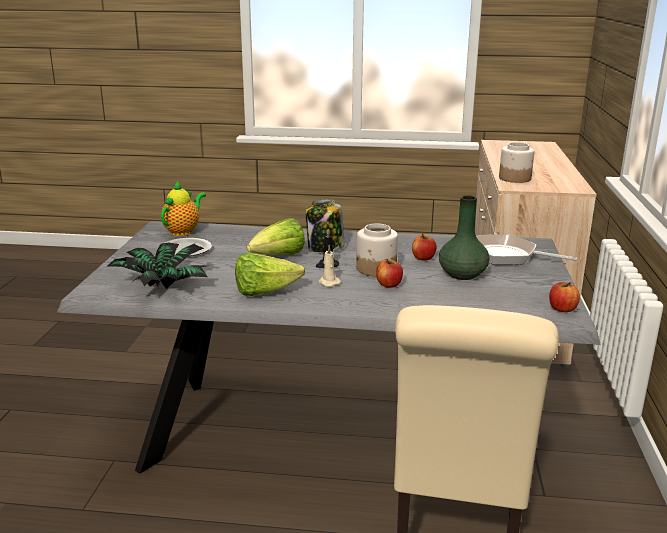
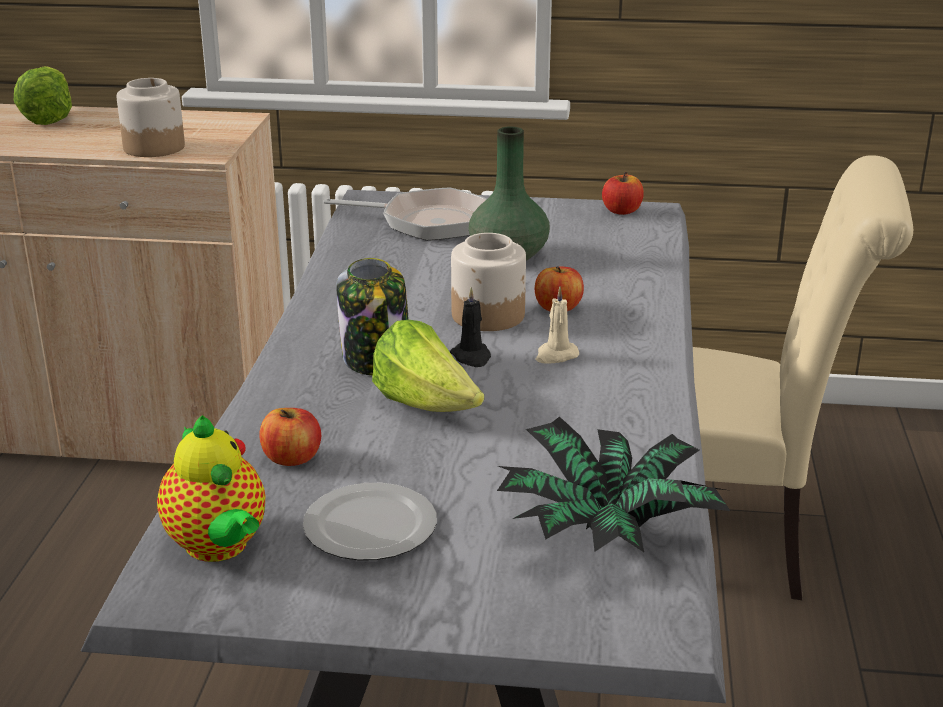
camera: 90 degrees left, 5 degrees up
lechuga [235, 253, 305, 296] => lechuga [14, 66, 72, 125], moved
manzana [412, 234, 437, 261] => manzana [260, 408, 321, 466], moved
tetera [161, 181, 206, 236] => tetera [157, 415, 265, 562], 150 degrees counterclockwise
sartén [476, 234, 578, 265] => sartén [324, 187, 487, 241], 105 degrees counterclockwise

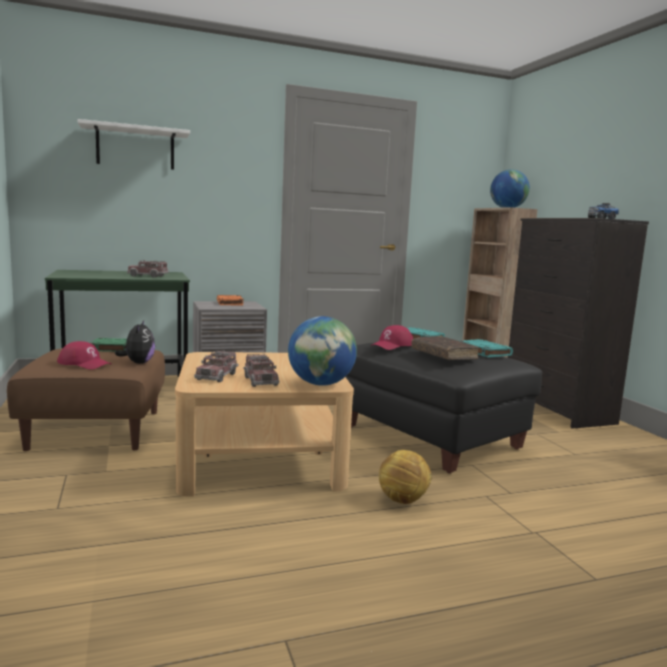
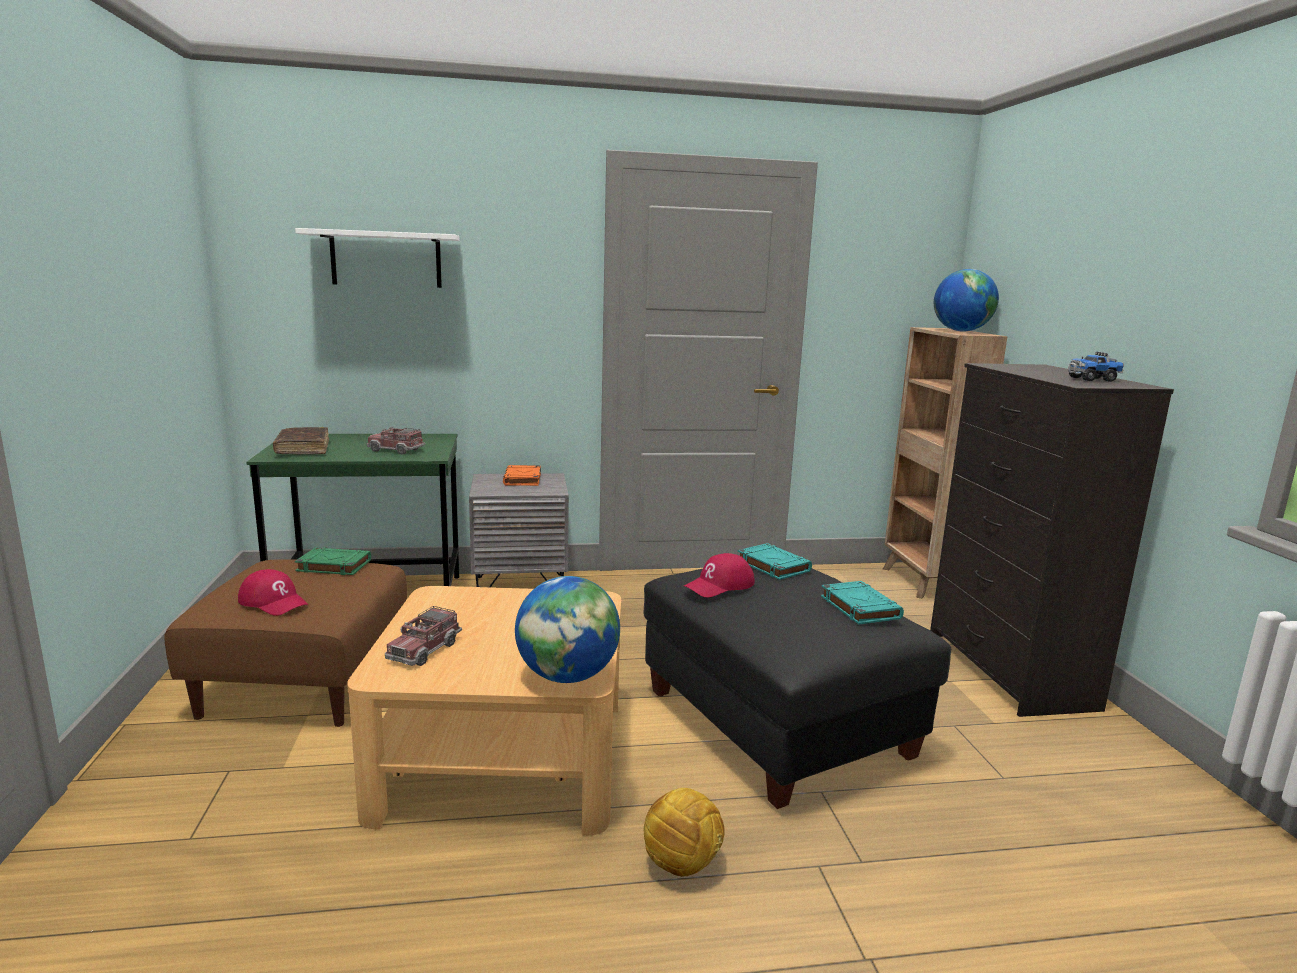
camera: 10 degrees right, 5 degrees up
peluche [115, 320, 155, 364] => nothing
camión de juguete [243, 354, 279, 387] => nothing
libro (marrón) [411, 336, 479, 360] => libro (marrón) [273, 427, 329, 454], moved

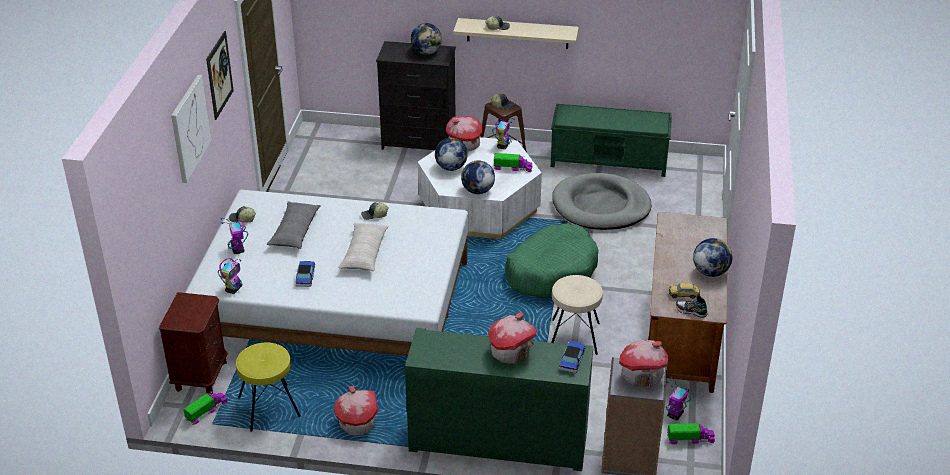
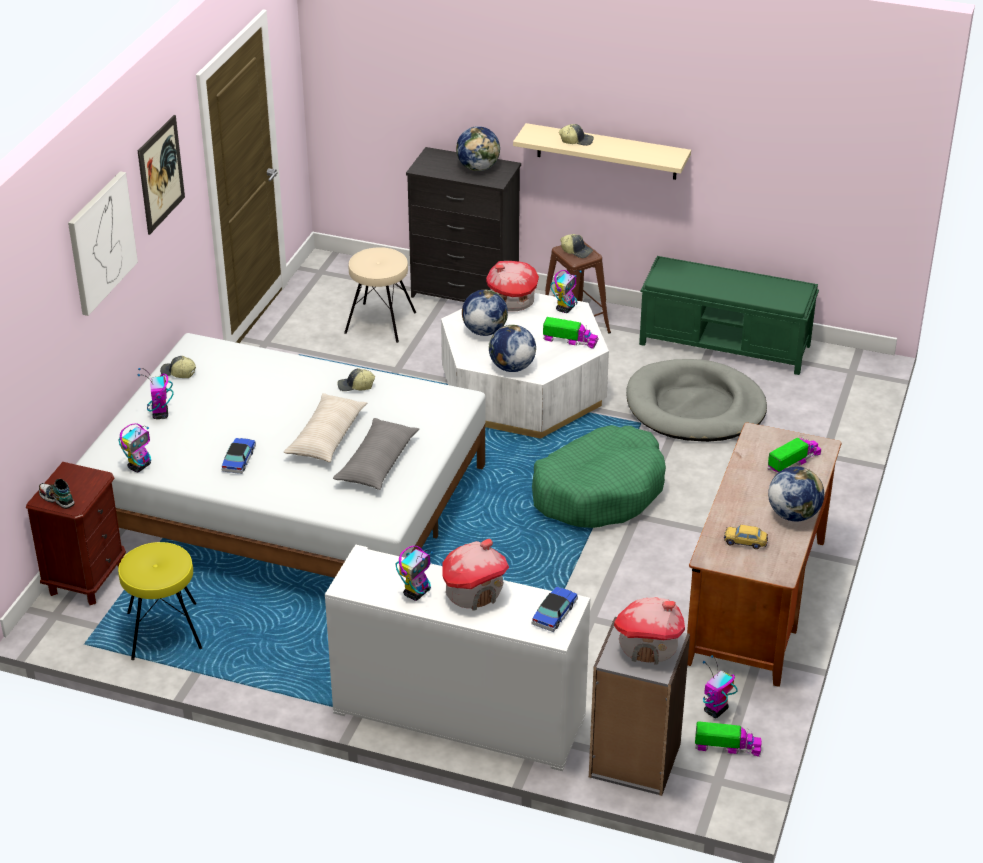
camera: 10 degrees right, 0 degrees up
casita [334, 386, 379, 436] => nothing
nothing => robot de juguete [396, 546, 433, 601]
camión de juguete [183, 392, 228, 425] => camión de juguete [767, 436, 821, 474], moved
cojín (gris) [267, 201, 321, 249] => cojín (gris) [333, 418, 419, 490], moved
taburete (beis) [551, 275, 603, 355] => taburete (beis) [344, 247, 416, 343], moved
zapato [676, 296, 708, 318] => zapato [39, 479, 74, 509], moved
armario (verde) [405, 328, 593, 471] => armario (blanco) [325, 544, 590, 771]

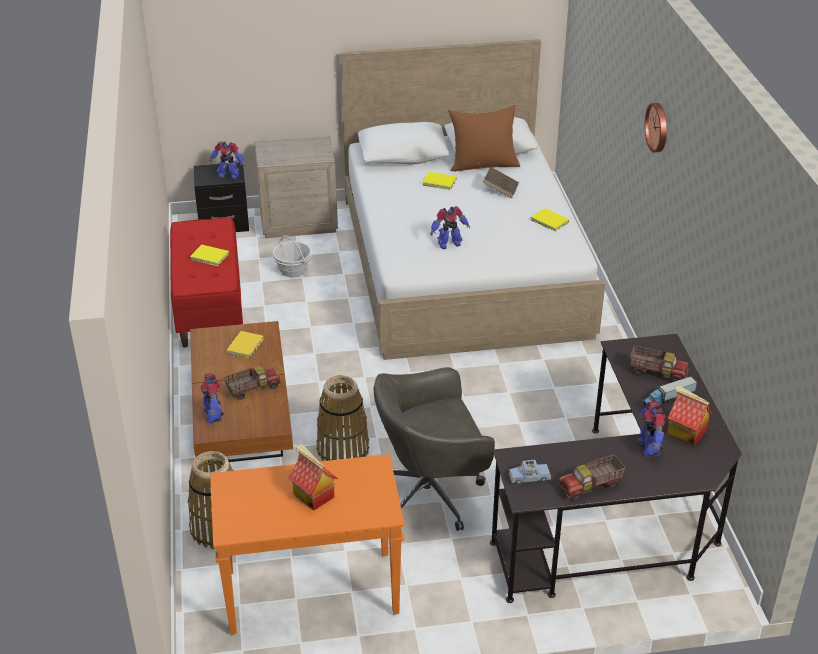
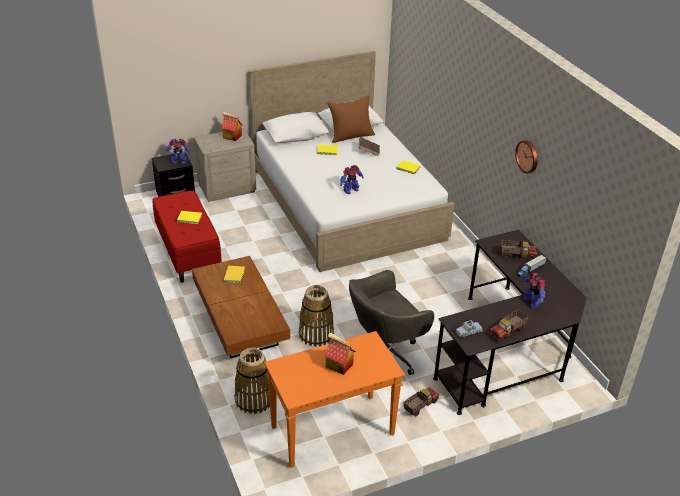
camera: 15 degrees left, 0 degrees up
robot de juguete [201, 373, 224, 423] => nothing
cesta [273, 235, 312, 278] => nothing
camión de juguete [224, 366, 281, 400] => camión de juguete [403, 387, 439, 416], moved
reloj de pared [645, 103, 667, 153] => reloj de pared [515, 140, 538, 173], moved
casita [667, 385, 712, 446] => casita [221, 112, 242, 141], moved

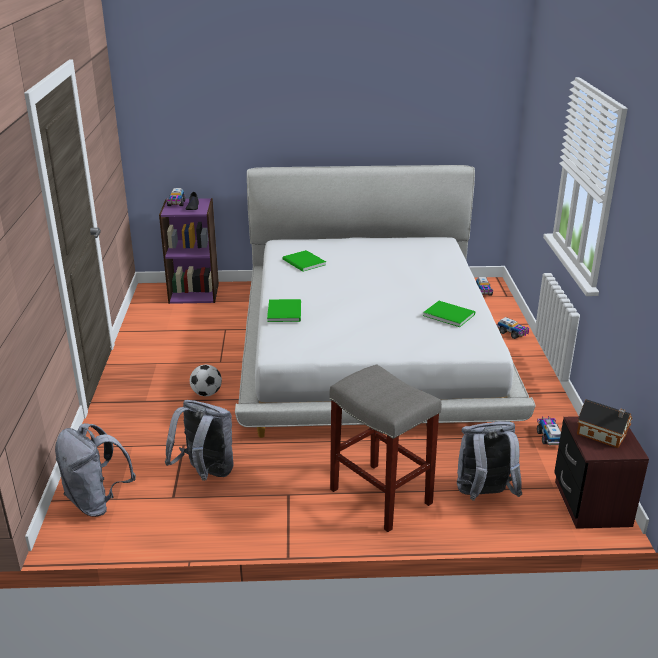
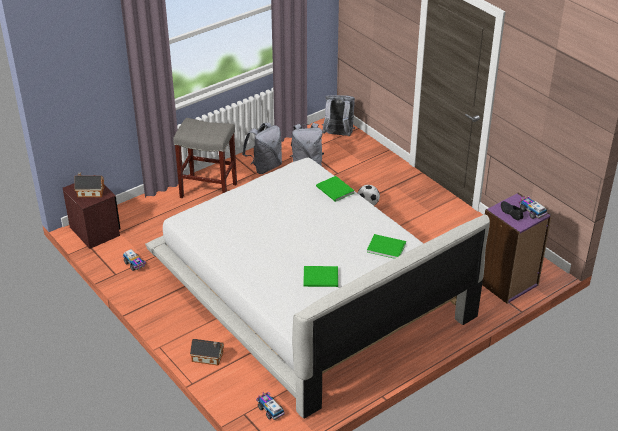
camera: 145 degrees right, 10 degrees up
libro (verde) [423, 301, 475, 327] => libro (verde) [303, 266, 338, 287], moved
mochila (gris) [457, 421, 522, 501] => mochila (gris) [242, 123, 282, 174], moved
camión de juguete [497, 317, 529, 339] => casita [190, 339, 224, 366]

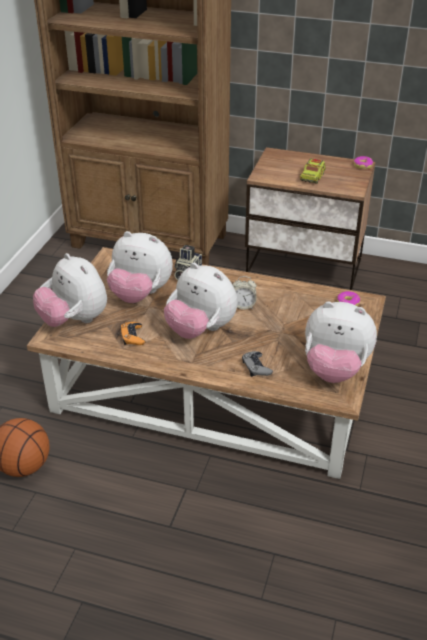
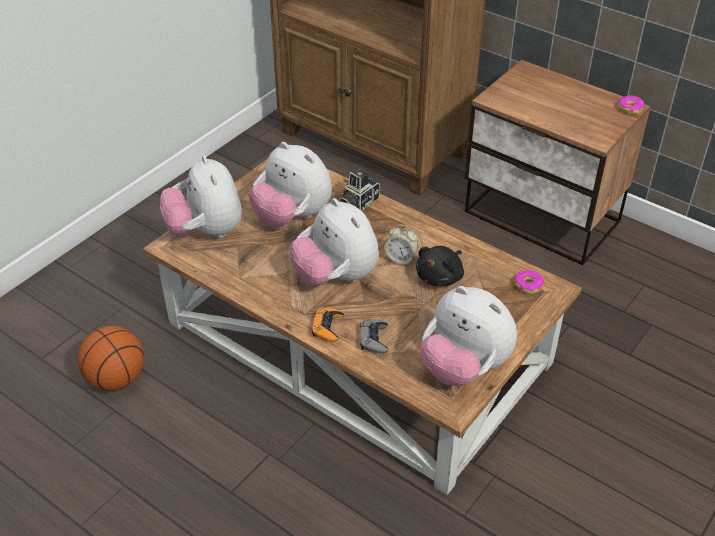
camera: 20 degrees right, 5 degrees up
camión de juguete [300, 158, 326, 184] => nothing
nothing => peluche (negro) [416, 246, 464, 286]
mando de consola (naranja) [120, 322, 146, 345] => mando de consola (naranja) [312, 307, 344, 342], moved

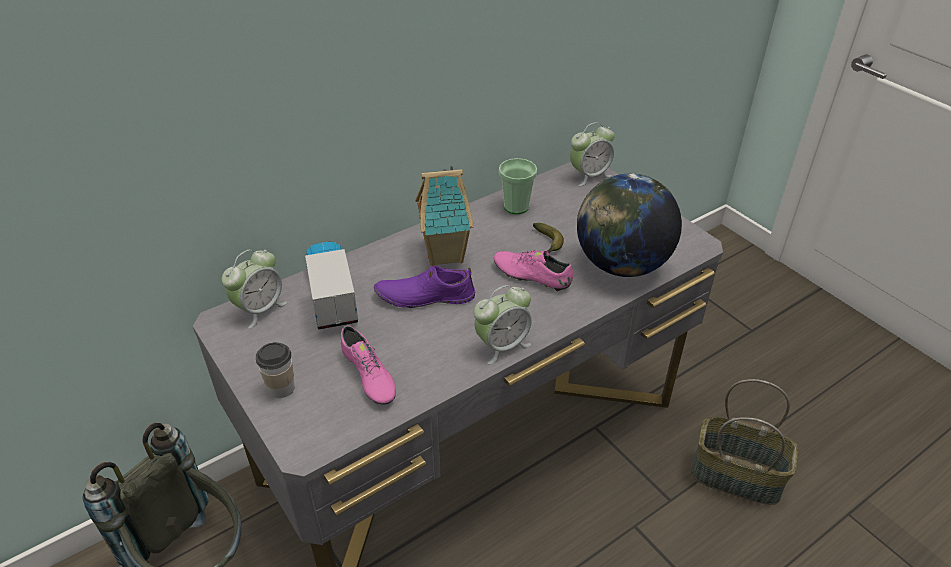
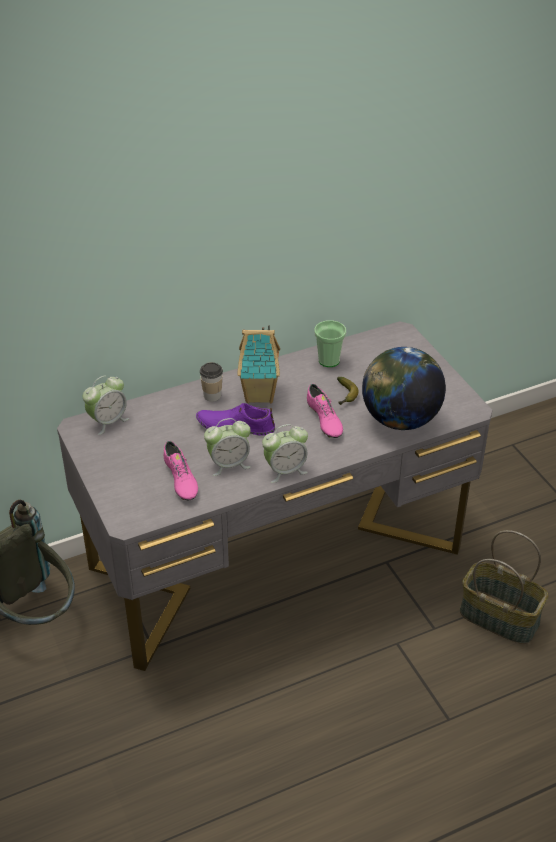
camera: 10 degrees right, 0 degrees up
camión de juguete [305, 242, 358, 330] => nothing
taza [256, 342, 295, 398] => taza [200, 362, 223, 401], moved
despertador [570, 122, 615, 186] => despertador [204, 418, 251, 476], moved
zapato (rosa) [494, 250, 573, 291] => zapato (rosa) [307, 383, 343, 438], 150 degrees counterclockwise

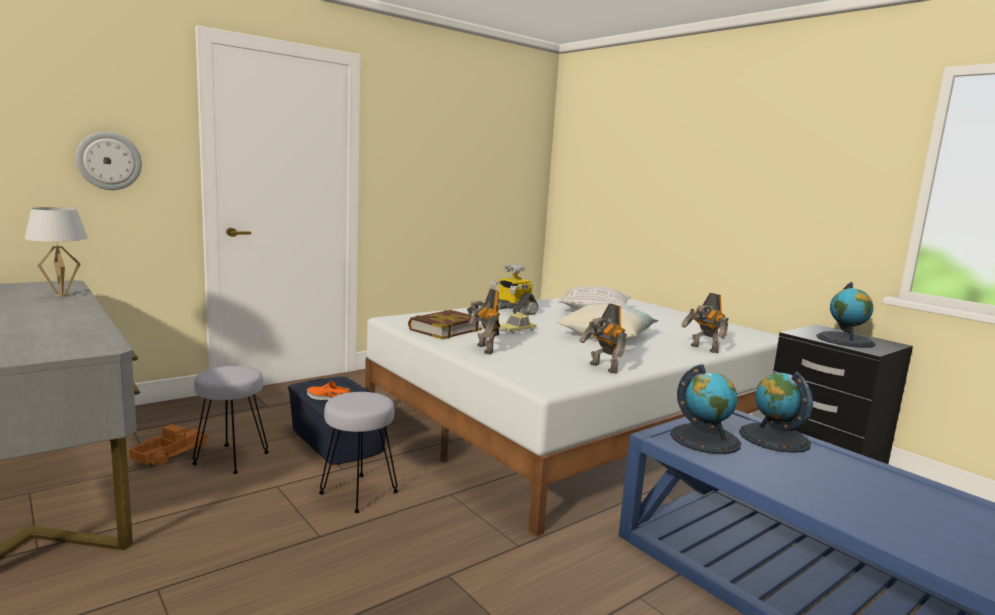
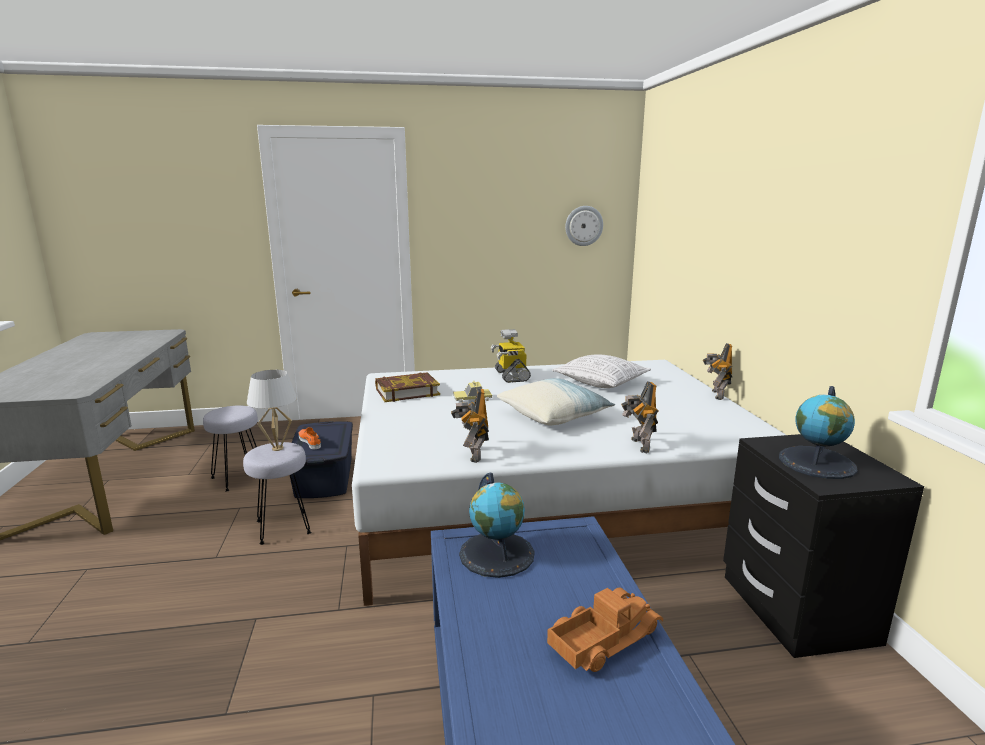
camera: 30 degrees right, 5 degrees up
globo terráqueo [739, 372, 813, 453] => nothing
lámpara de mesa (blanco) [24, 207, 88, 297] => lámpara de mesa (blanco) [247, 370, 297, 451], moved
reloj de pared [76, 132, 142, 190] => reloj de pared [565, 206, 603, 246], moved
camión de juguete [129, 424, 209, 466] => camión de juguete [547, 587, 663, 672], moved
robot de juguete [467, 288, 500, 354] => robot de juguete [703, 343, 732, 400], moved

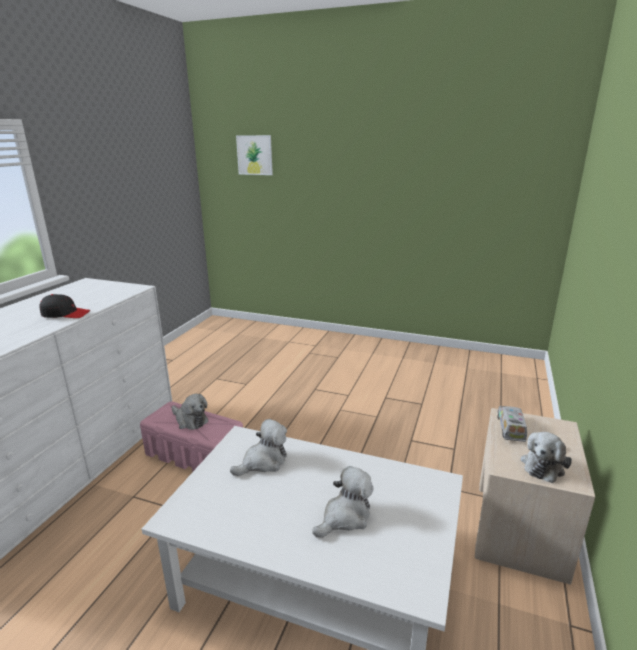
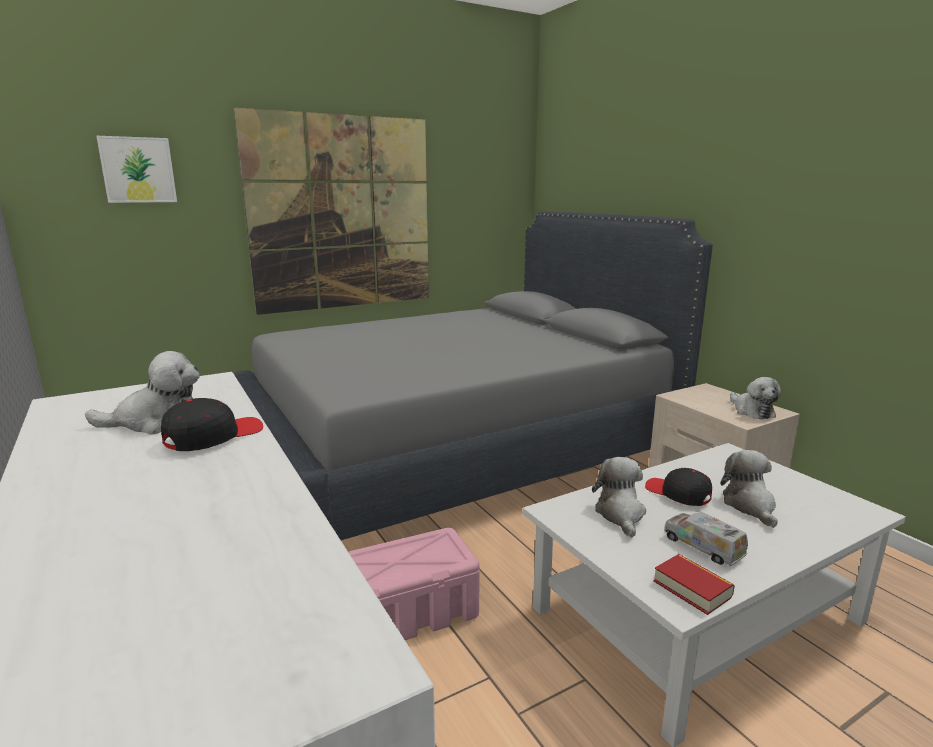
camera: 50 degrees left, 5 degrees down
nothing => cuadro [234, 108, 429, 315]
nothing => cama (gris) [234, 211, 713, 540]
nothing => gorra (negro) [645, 468, 712, 506]
nothing => libro [654, 554, 735, 615]
peluche [172, 394, 209, 430] => peluche [85, 351, 200, 435], moved
camión de juguete [498, 406, 527, 442] => camión de juguete [664, 512, 748, 566], moved

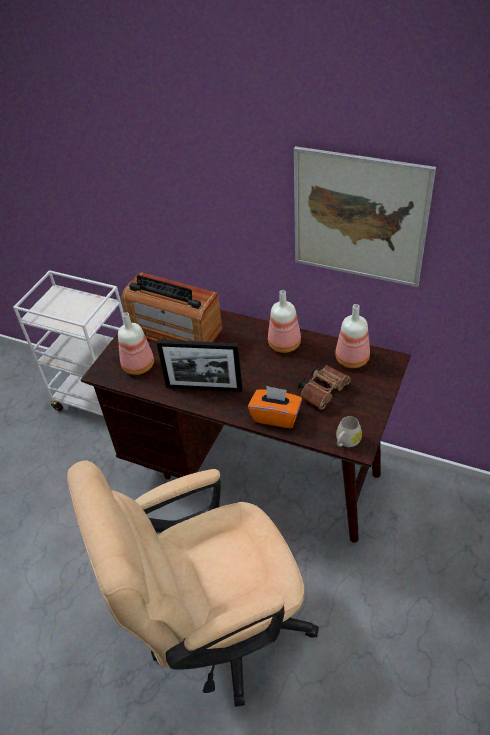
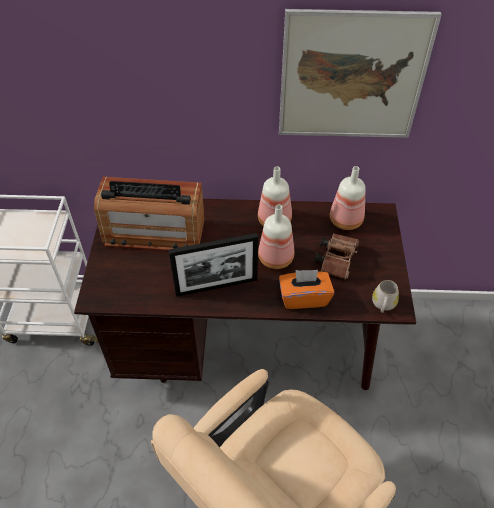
camera: 25 degrees left, 5 degrees up
botella [118, 312, 154, 375] => botella [258, 204, 294, 269], moved

